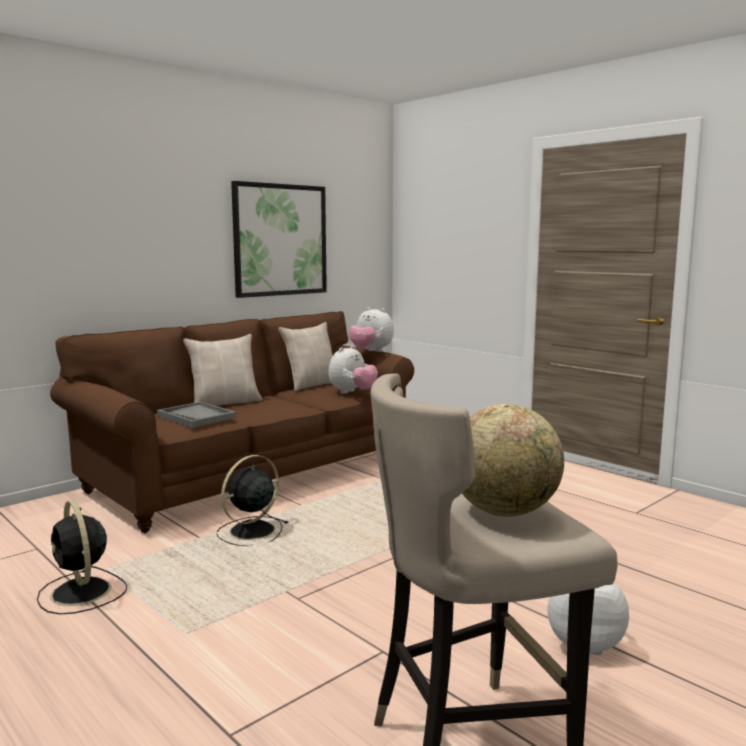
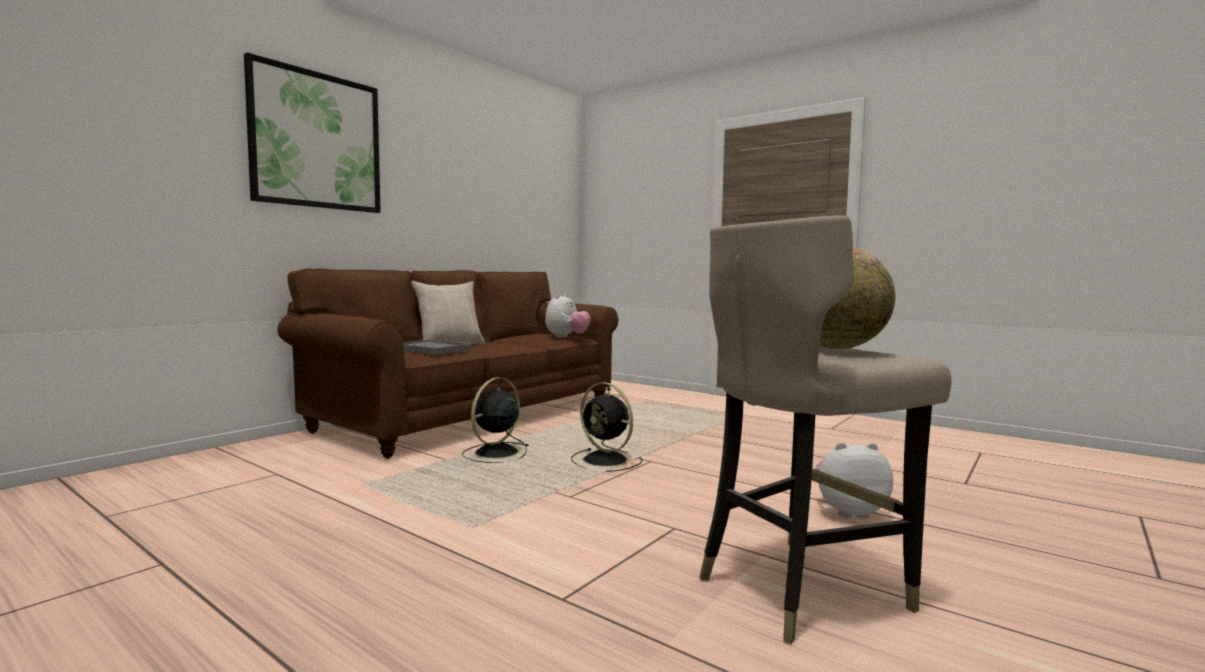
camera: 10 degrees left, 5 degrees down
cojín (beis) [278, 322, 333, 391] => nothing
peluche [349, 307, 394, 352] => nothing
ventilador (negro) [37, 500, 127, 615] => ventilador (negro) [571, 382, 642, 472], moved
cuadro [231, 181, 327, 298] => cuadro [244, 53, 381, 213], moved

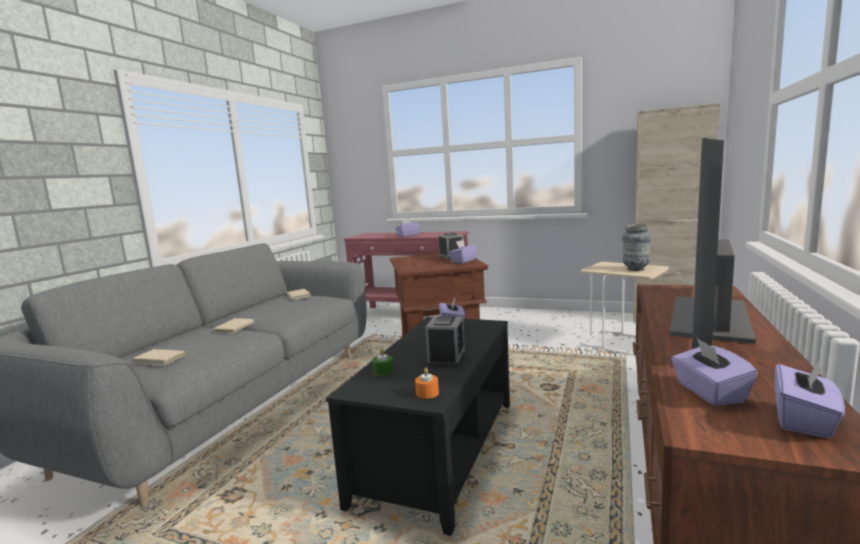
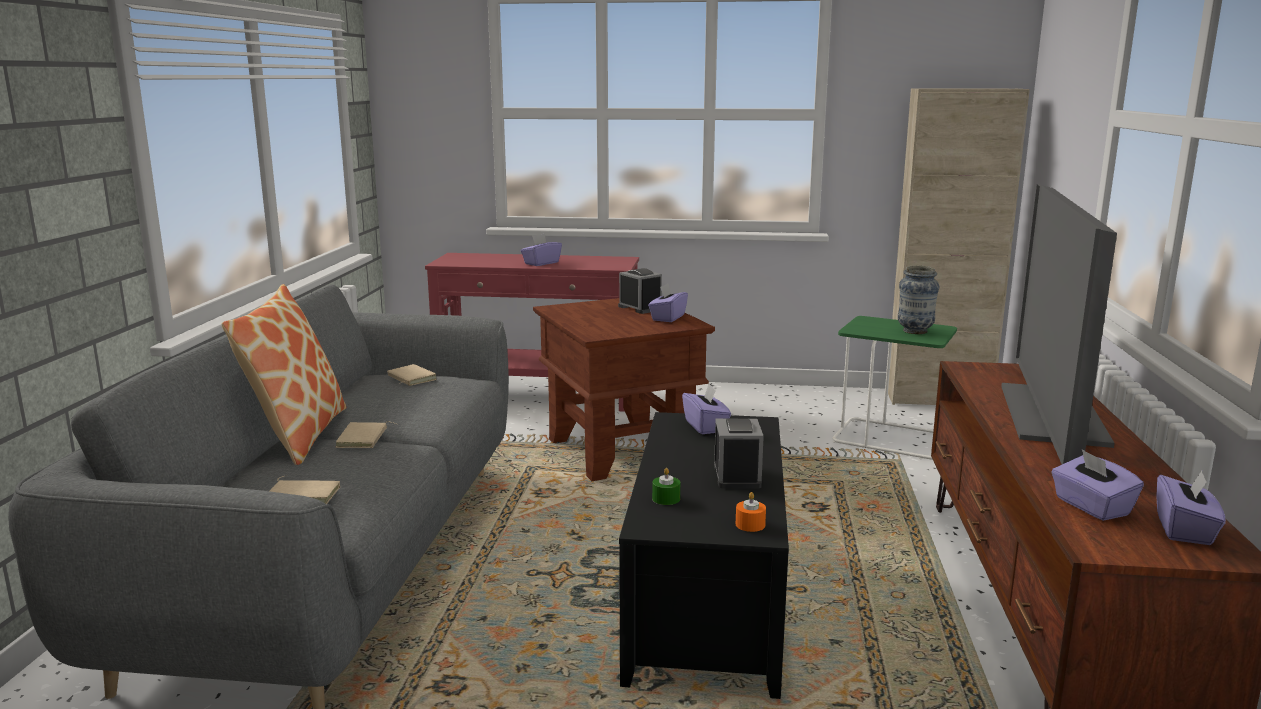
camera: 15 degrees left, 5 degrees up
nothing => cojín [222, 284, 346, 465]
mesa auxiliar (beis) [581, 262, 669, 356] => mesa auxiliar (verde) [833, 316, 957, 460]

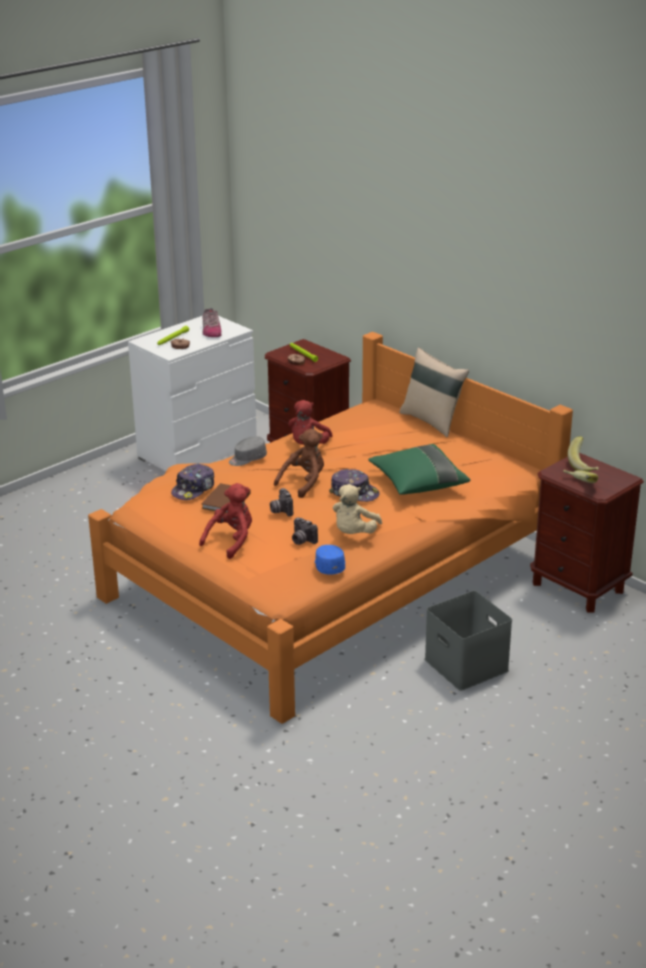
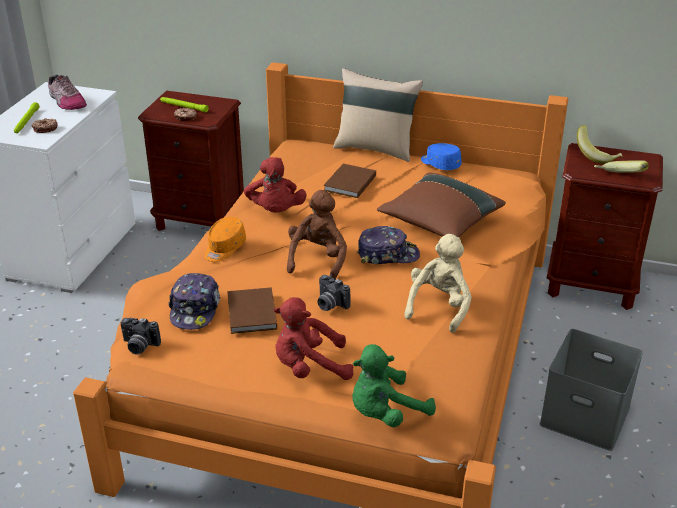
camera: 30 degrees left, 5 degrees up
nothing => libro (marrón) [324, 164, 376, 198]
nothing => peluche (verde) [352, 344, 436, 427]
cámara [292, 517, 318, 545] => cámara [120, 317, 161, 355], moved
gorra (azul) [315, 545, 345, 575] => gorra (azul) [421, 143, 461, 170], moved
gorra (gris) [229, 436, 267, 466] => gorra (naranja) [205, 217, 246, 262]
cojín (verde) [368, 444, 470, 495] => cojín (marrón) [377, 173, 506, 237]
peluche (rojo) [199, 483, 252, 559] => peluche (rojo) [274, 297, 353, 380], 105 degrees counterclockwise
peluche (beis) [332, 484, 382, 534] => peluche (beis) [404, 234, 472, 333], 150 degrees counterclockwise

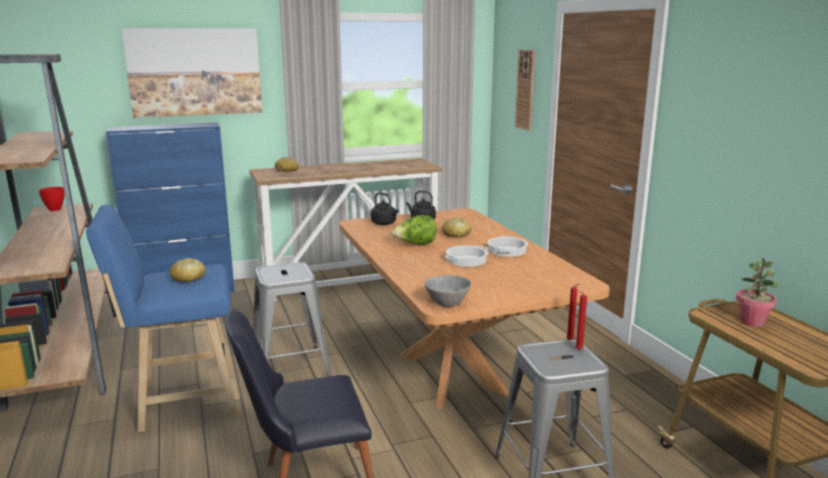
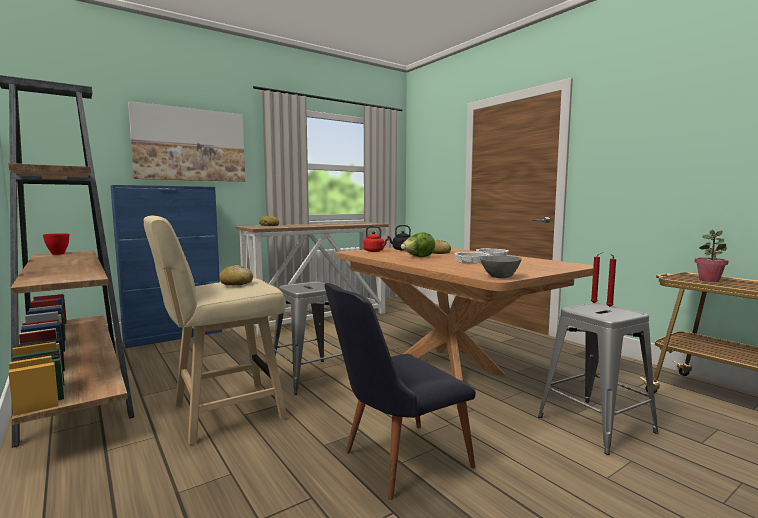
camera: 15 degrees left, 10 degrees down
reloj de pared [515, 50, 535, 131] => nothing
taburete (azul) [86, 205, 238, 433] => taburete (beis) [144, 216, 287, 445]
hervidor (negro) [371, 192, 399, 225] => hervidor (rojo) [363, 226, 389, 252]

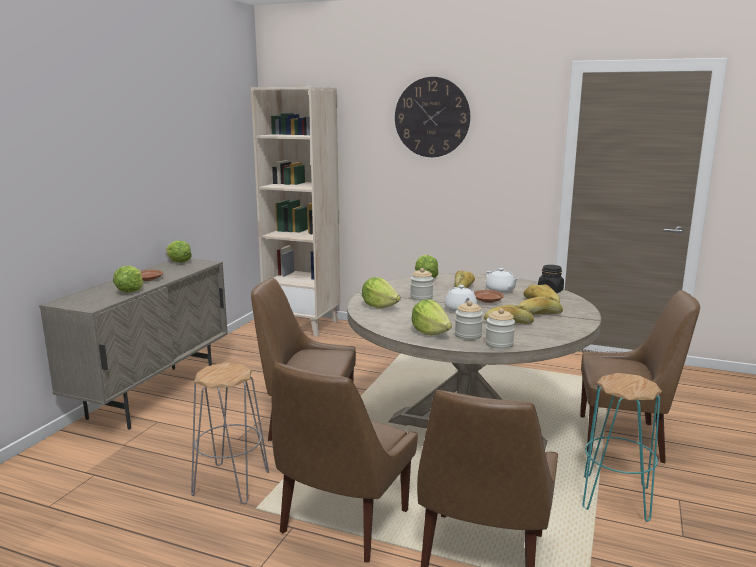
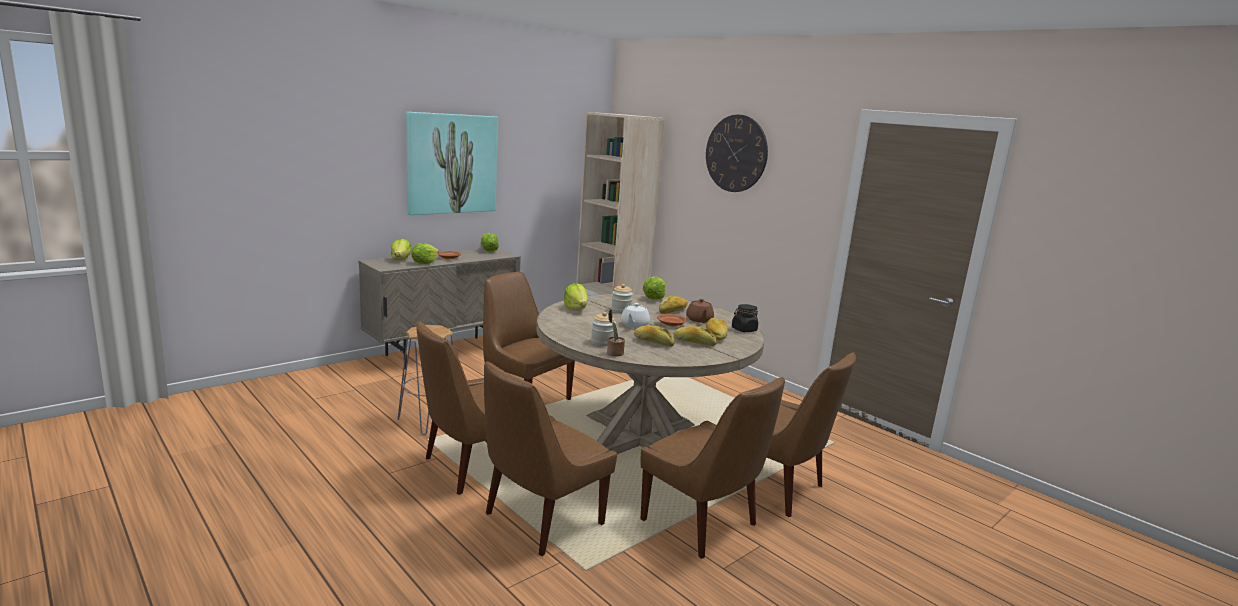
camera: 25 degrees right, 0 degrees up
nothing => cuadro [406, 112, 498, 215]
lechuga [412, 299, 452, 335] => lechuga [391, 239, 412, 261], moved
tarro [485, 308, 515, 349] => planta en maceta [607, 309, 625, 356]
taburete (turquesa) [582, 373, 662, 522] => silla (marrón) [641, 377, 785, 559]
tetera (blanco) [486, 268, 518, 293] => tetera (marrón) [686, 299, 714, 323]

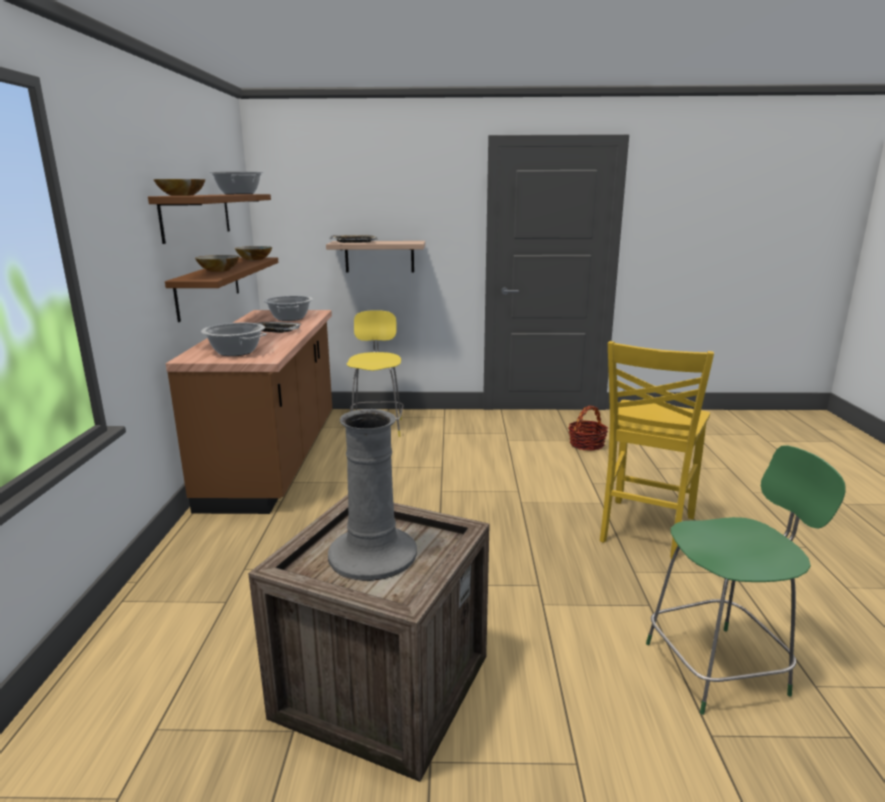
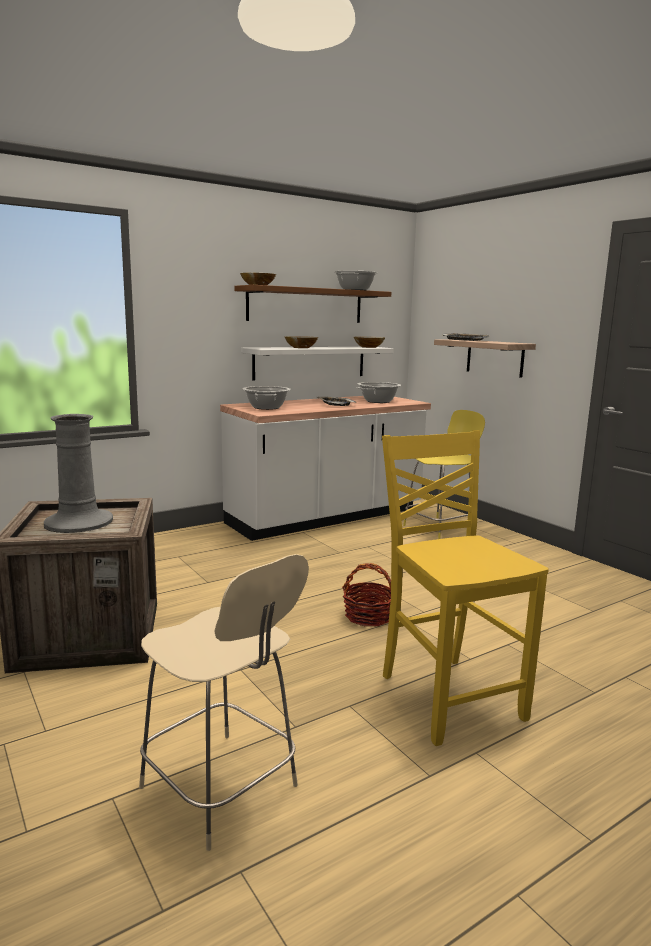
camera: 55 degrees right, 5 degrees down
cesta [568, 405, 608, 451] => cesta [342, 563, 391, 627], moved
estante (marrón) [165, 258, 278, 322] => estante (blanco) [241, 347, 394, 380]
mueble bajo de cocina (marrón) [166, 310, 332, 514] => mueble bajo de cocina (blanco) [220, 396, 431, 541]
taburete (verde) [646, 446, 846, 715] => taburete (beis) [139, 554, 309, 851]
silla (amarillo) [600, 341, 714, 560] => silla (amarillo) [382, 430, 549, 746], 75 degrees clockwise

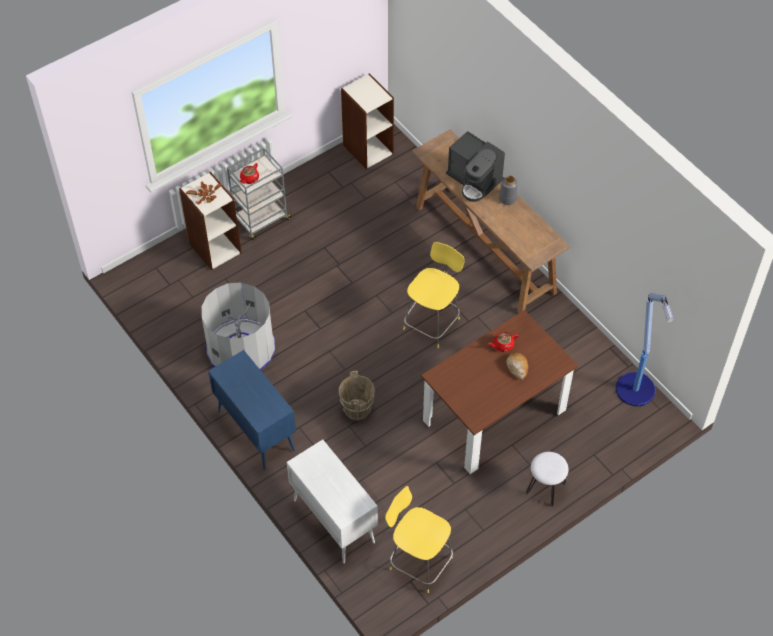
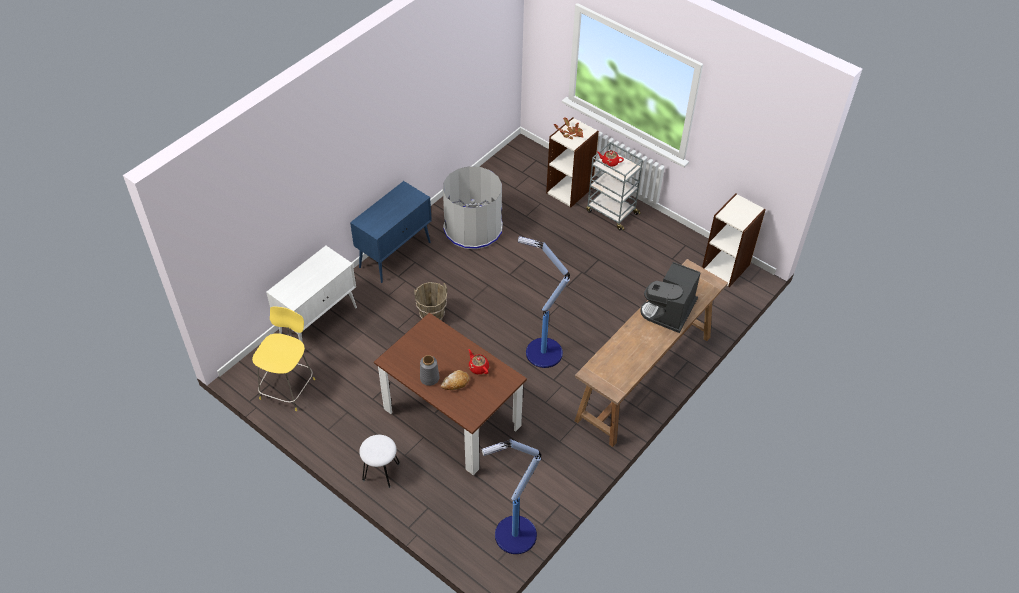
camera: 75 degrees right, 5 degrees down
florero (gris) [499, 176, 517, 205] => florero (gris) [420, 355, 439, 386], moved
taburete (amarillo) [403, 242, 465, 348] => lámpara de pie [518, 236, 570, 368]

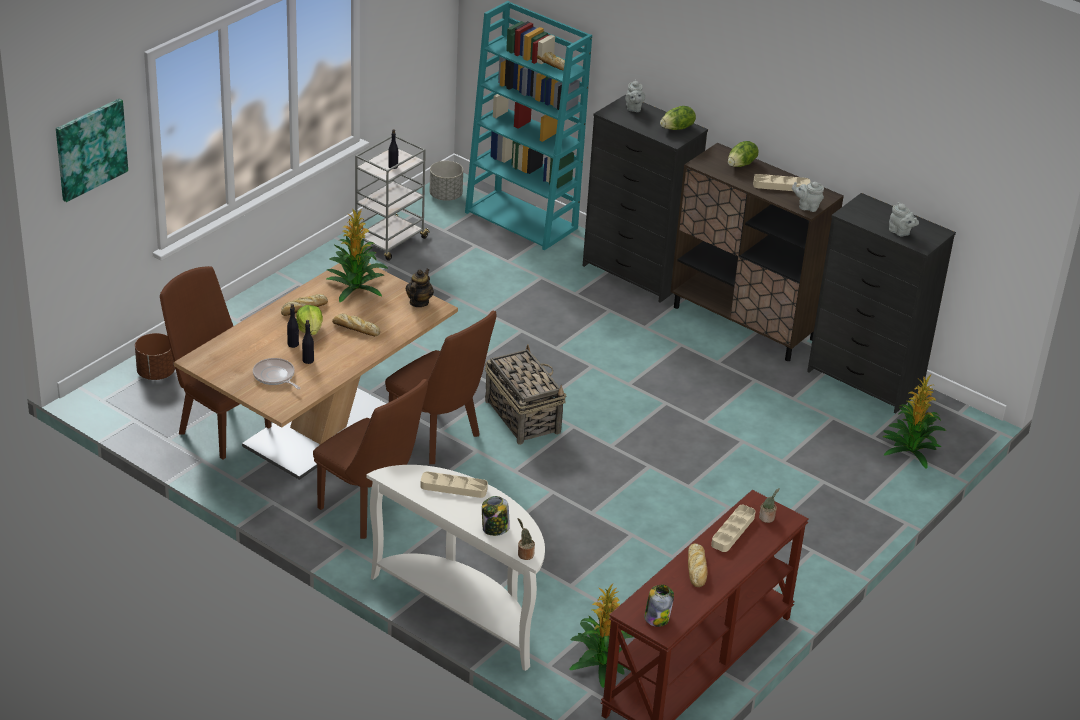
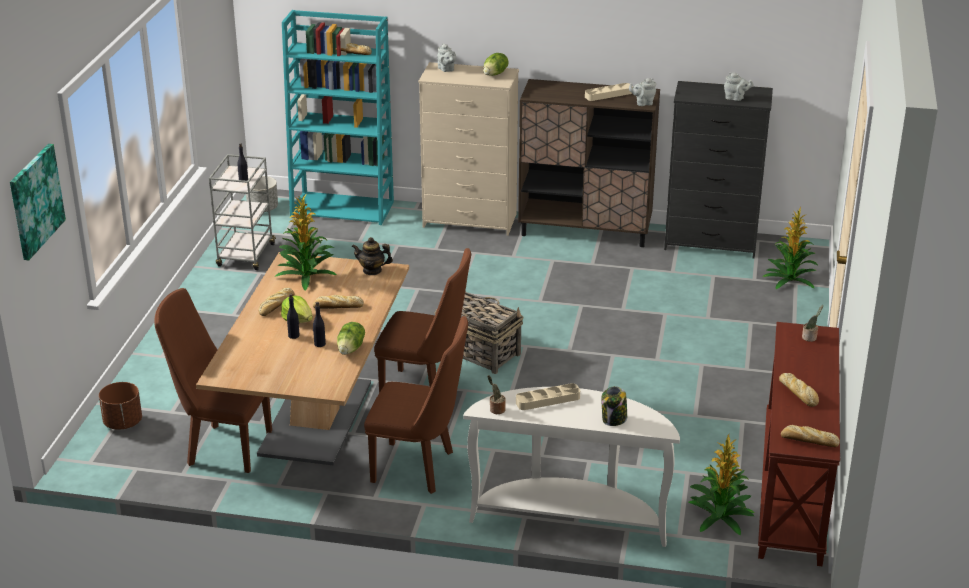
camera: 25 degrees left, 5 degrees down
sartén [253, 358, 300, 389] => nothing
bandeja (beis) [711, 505, 755, 552] => nothing
planta en maceta [517, 518, 535, 560] => planta en maceta [487, 375, 506, 414], moved
lechuga [728, 141, 759, 167] => lechuga [337, 322, 365, 355], moved
tarro [644, 584, 674, 627] => pan [781, 425, 840, 447]
cómoda (negro) [583, 95, 708, 303] => cómoda (beis) [418, 62, 519, 236]
tetera [406, 269, 434, 307] => tetera [351, 237, 393, 275], 75 degrees counterclockwise

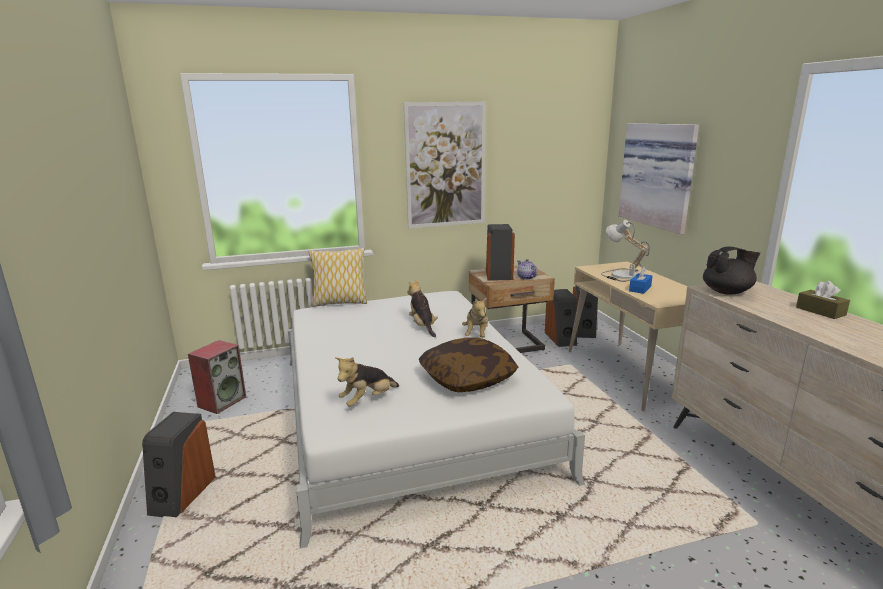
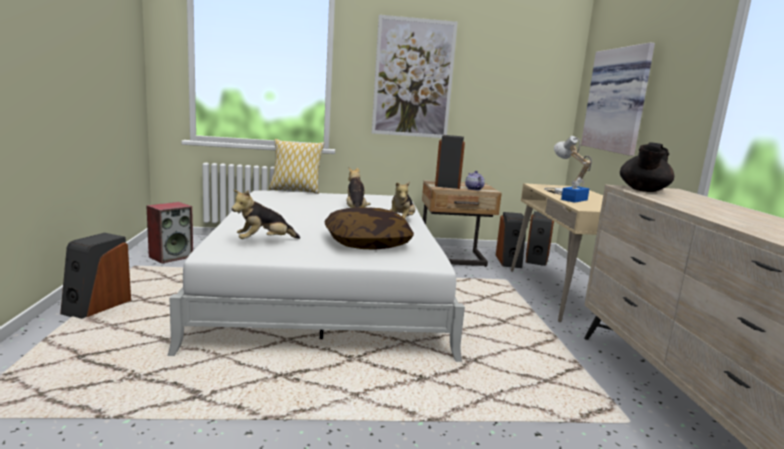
camera: 10 degrees right, 5 degrees down
caja de pañuelos (marrón) [796, 281, 850, 319] => nothing
tetera (negro) [703, 247, 760, 295] => tetera (negro) [620, 142, 674, 192], 120 degrees clockwise

